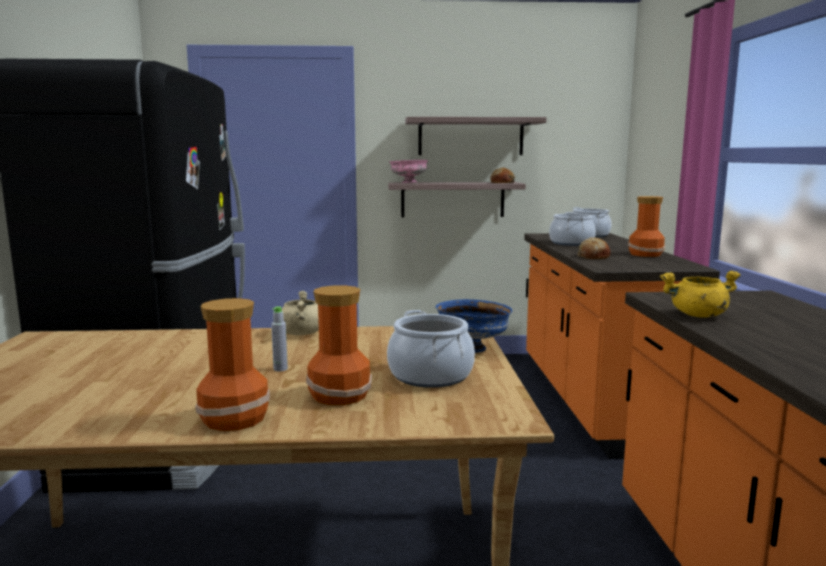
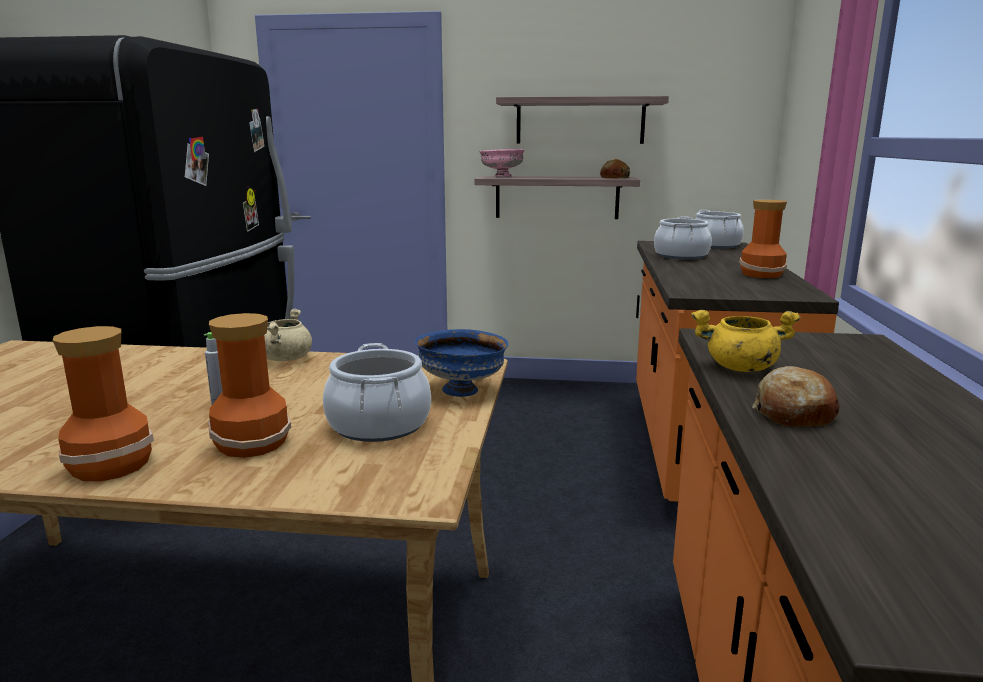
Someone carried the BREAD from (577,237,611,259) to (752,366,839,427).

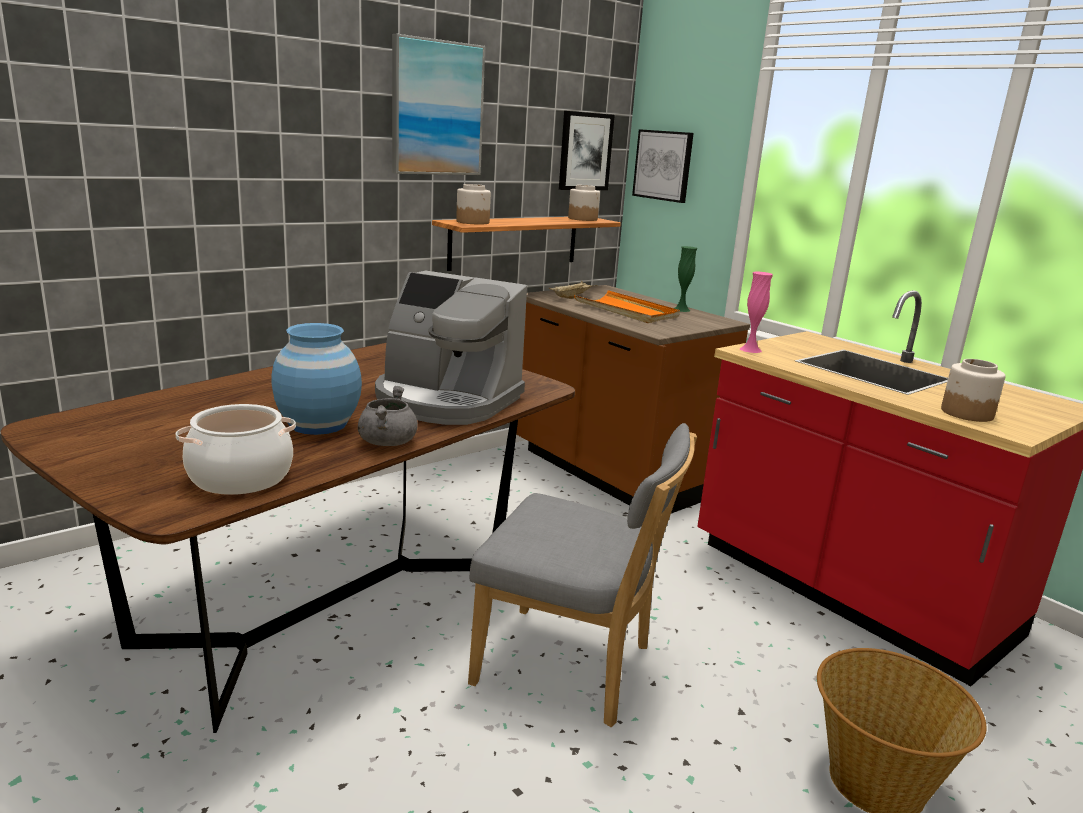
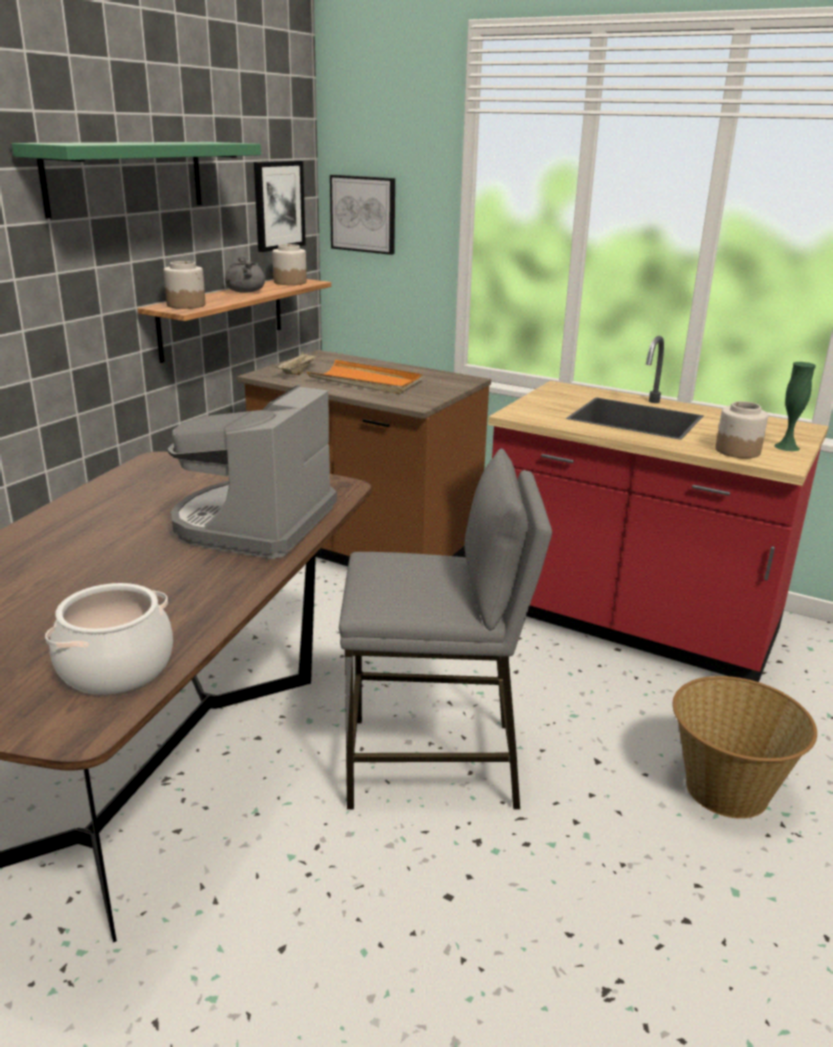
Someone swapped the PICTURE at (392,34,485,175) for the GREEN SHELF at (12,142,261,218). Someone carried the GREEN VASE from (674,246,697,312) to (774,362,816,451). Someone rotated the COFFEE MACHINE at (375,271,527,425) by 105 degrees clockwise. Someone took away the PINK VASE at (740,272,773,353). Someone took away the BLUE VASE at (272,323,362,435). Someone carried the GREY COOKING POT from (358,386,418,446) to (225,255,265,293). Someone swapped the GREY CHAIR at (468,423,697,727) for the GREY STOOL at (339,448,552,810).

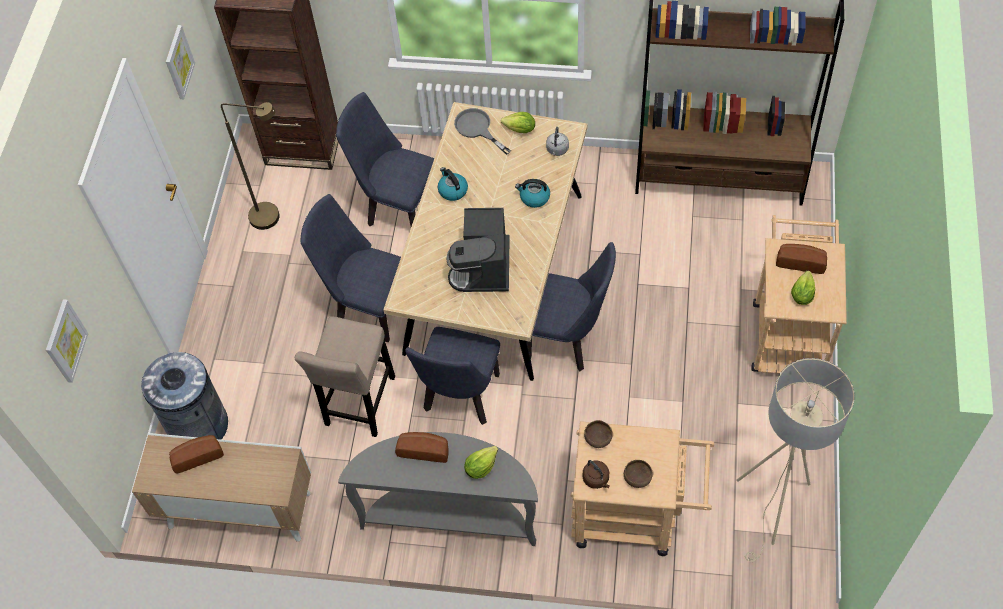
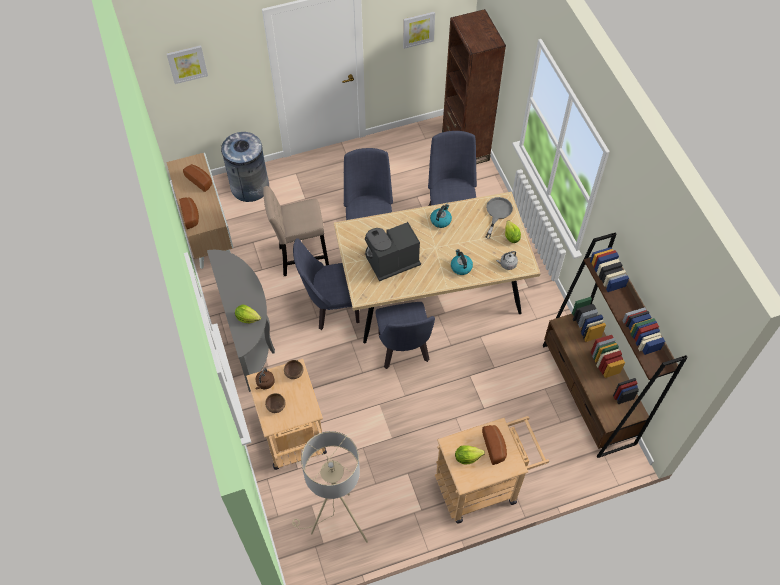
Someone took away the BROWN FLOOR LAMP at (221,102,280,230). Someone carried the BREAD from (395,432,449,463) to (179,197,199,229).

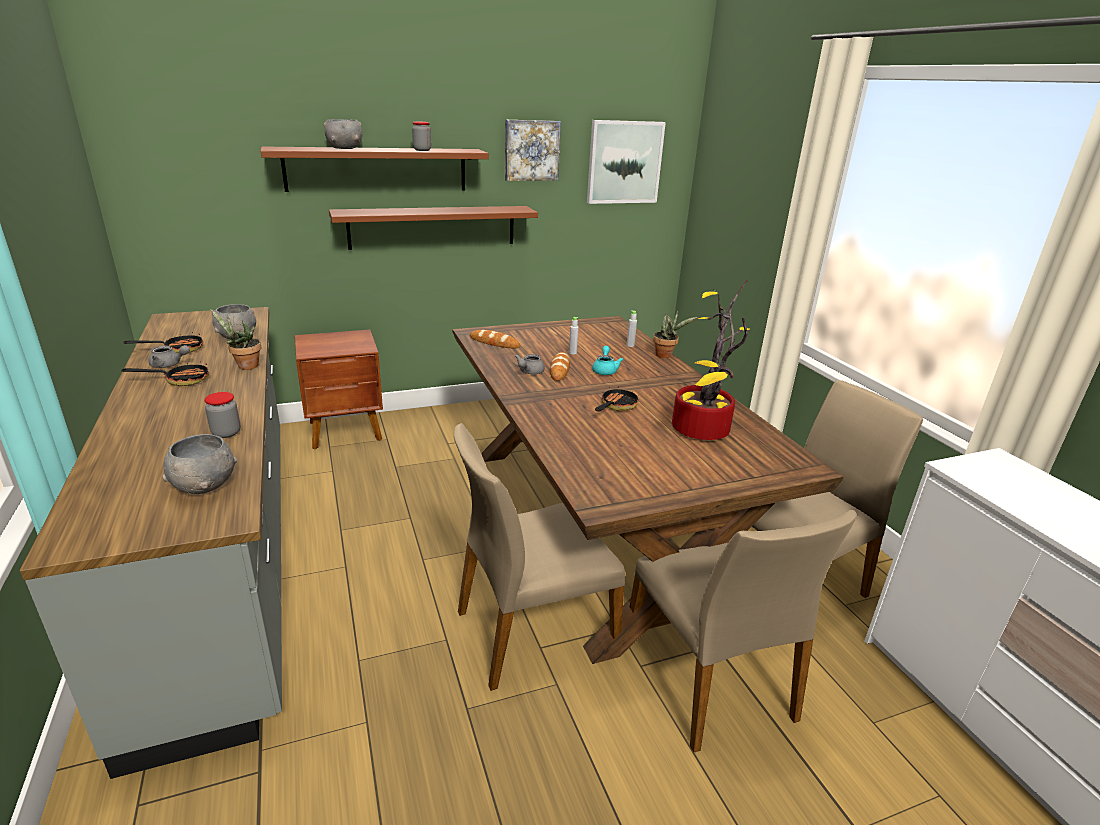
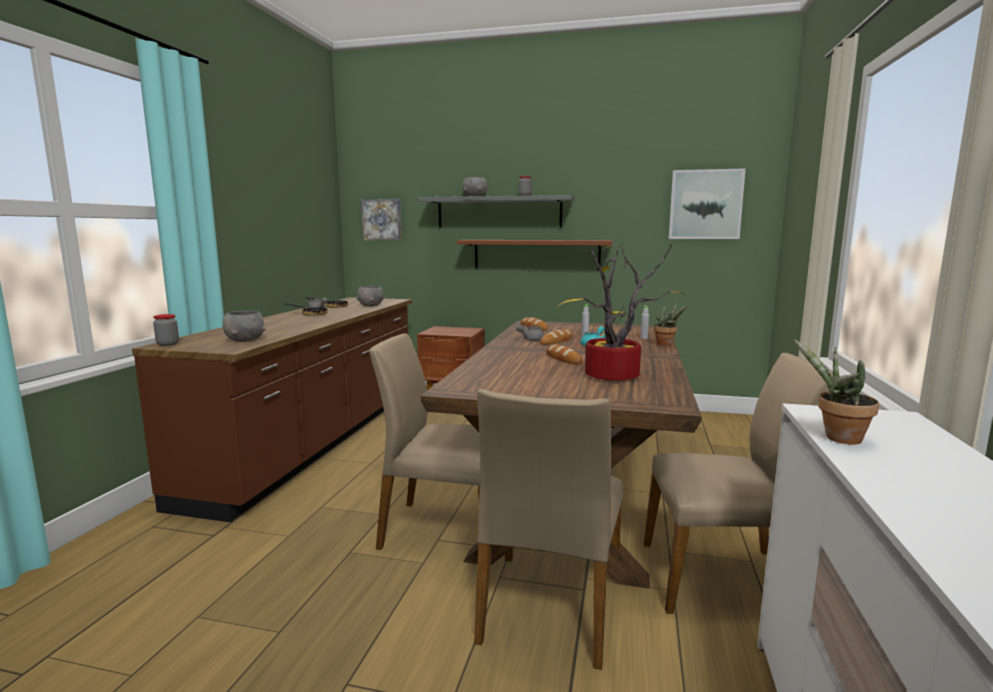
Someone carried the PICTURE from (505,119,561,181) to (361,199,402,241). Someone repainted the BROWN SHELF at (260,146,489,192), which became the GREY SHELF at (419,195,574,228). Someone repainted the GREY COUNTER at (20,307,282,779), which became the BROWN COUNTER at (132,297,412,522). Someone carried the POTTED PLANT from (210,309,261,370) to (794,339,879,445). Someone swapped the FRYING PAN at (595,386,639,411) for the BREAD at (546,345,583,365). Someone carried the JAR from (204,392,240,438) to (153,314,179,346).

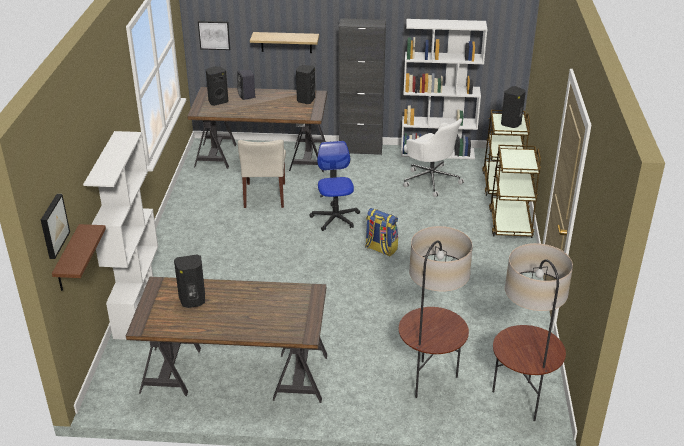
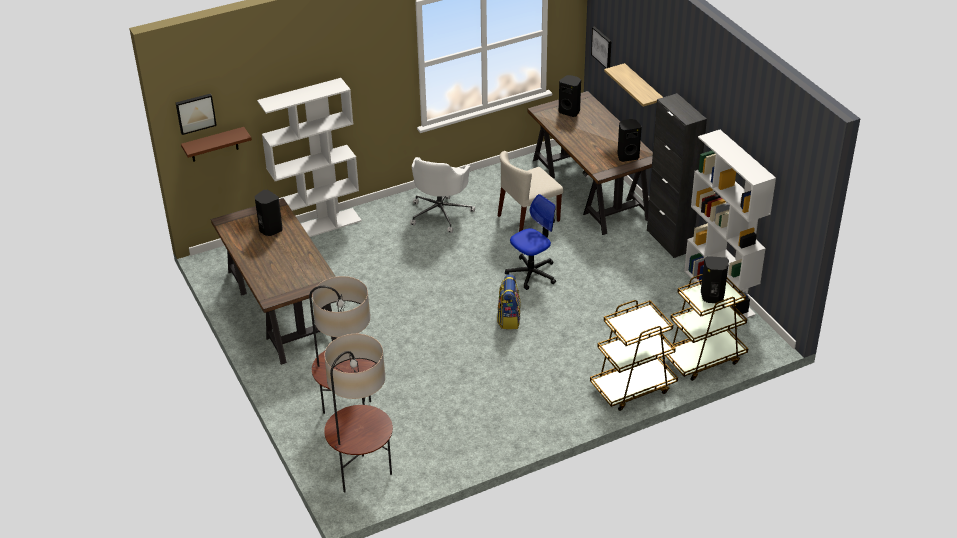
Someone took away the BLACK SPEAKER at (237,69,255,100). Someone carried the WHITE OFFICE CHAIR from (403,118,464,197) to (410,157,475,233).

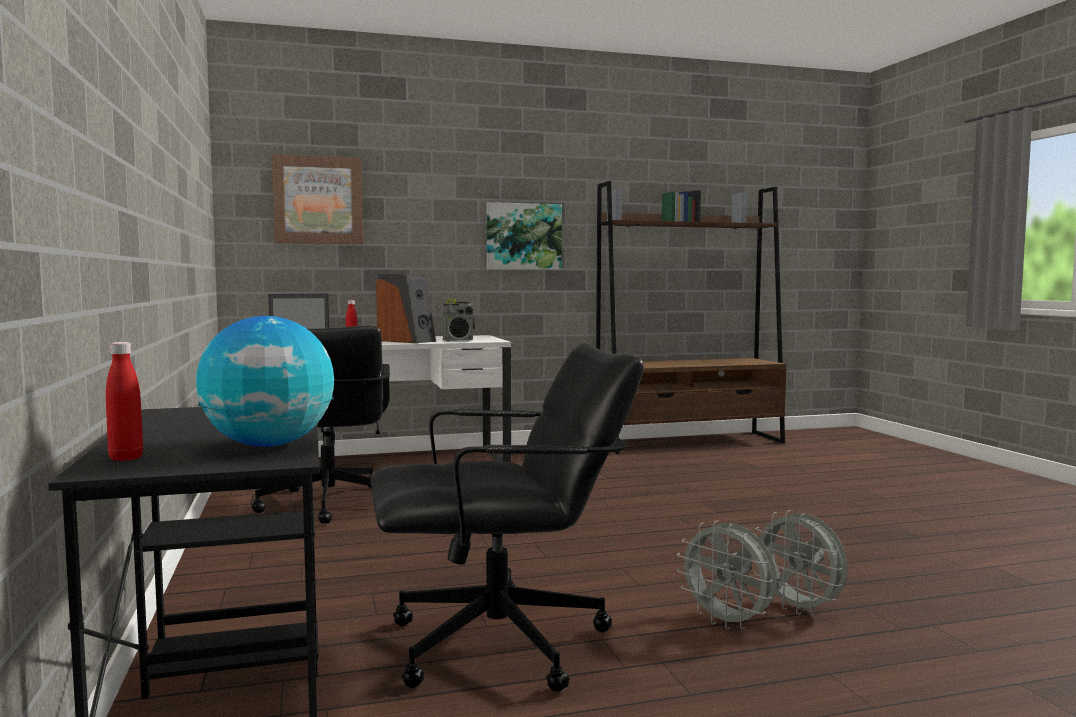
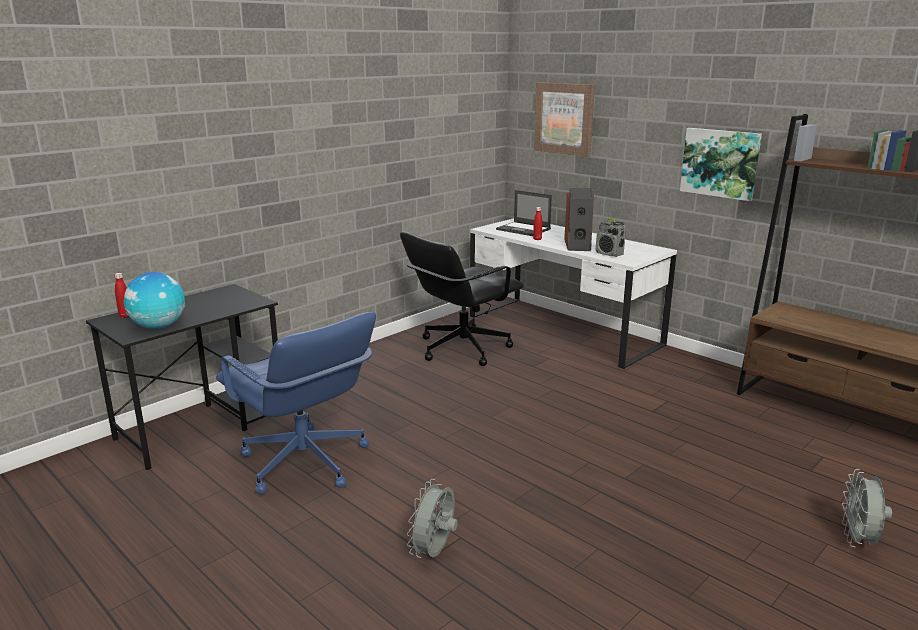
Someone repainted the BLACK OFFICE CHAIR at (371,343,644,692), which became the BLUE OFFICE CHAIR at (216,312,376,494). Someone carried the GREY FAN from (677,520,777,630) to (842,469,892,547).

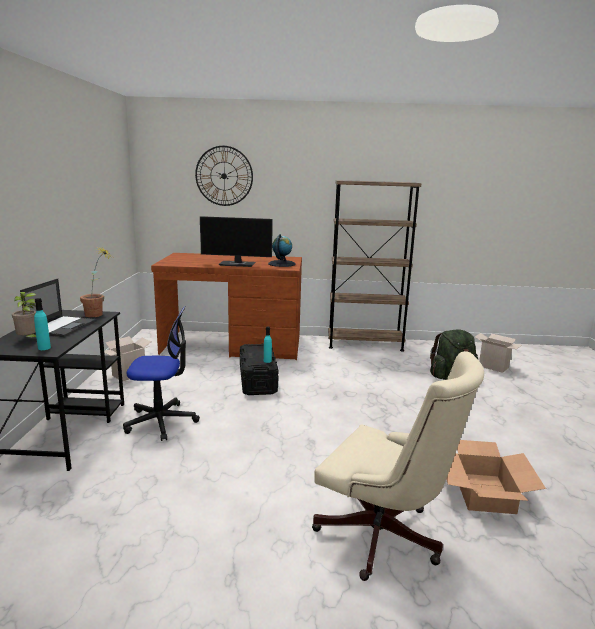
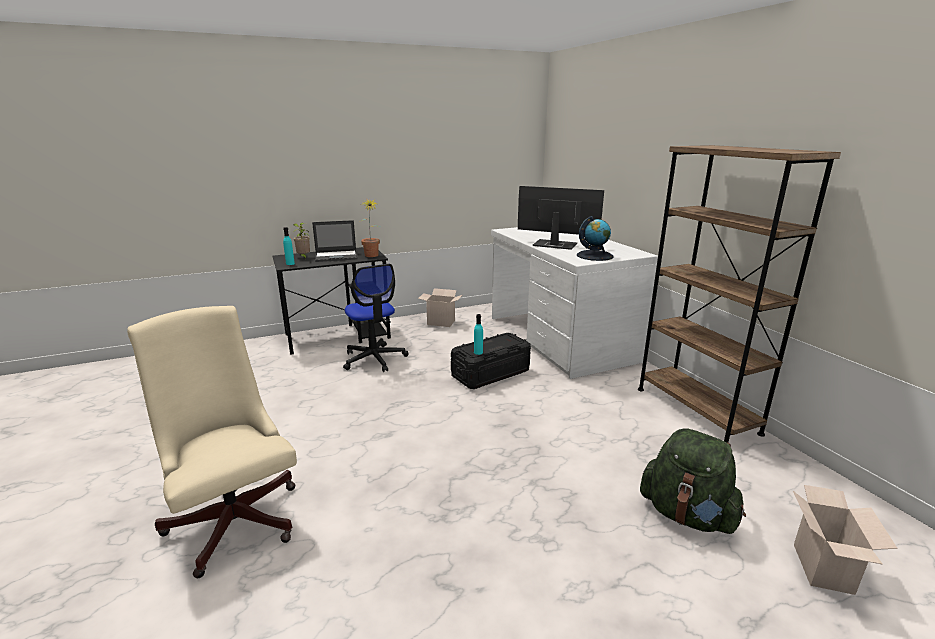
Someone took away the WALL CLOCK at (195,146,253,206). Someone rotated the MONITOR at (200,216,272,267) by 135 degrees clockwise. Someone repainted the BROWN DESK at (151,253,302,360), which became the WHITE DESK at (491,227,658,379). Someone rotated the BEIGE OFFICE CHAIR at (312,351,484,581) by 135 degrees clockwise. Someone took away the CARDBOARD BOX at (446,440,546,514).

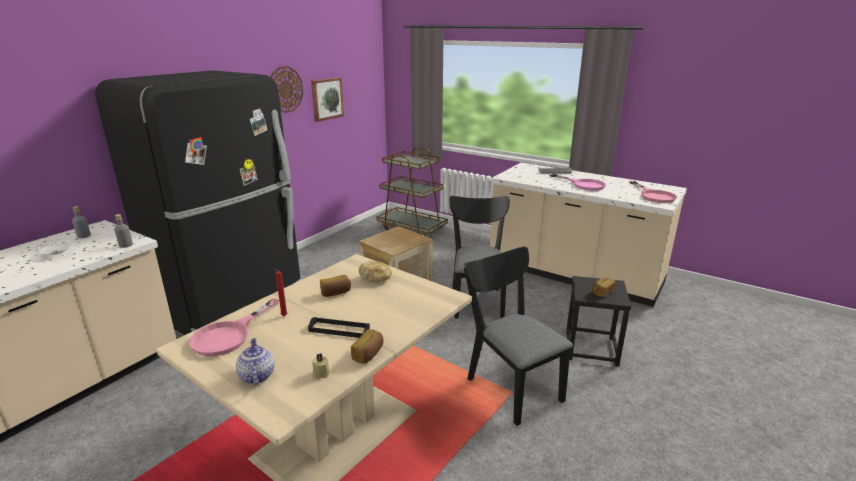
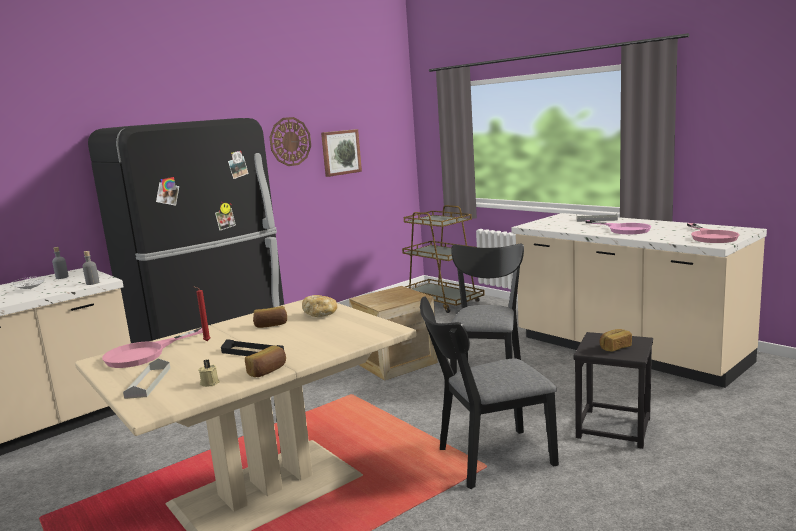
Someone rotated the BLACK CHAIR at (464,246,573,426) by 90 degrees counterclockwise. Someone swapped the TEAPOT at (236,339,274,385) for the GREY TRAY at (123,358,170,399).

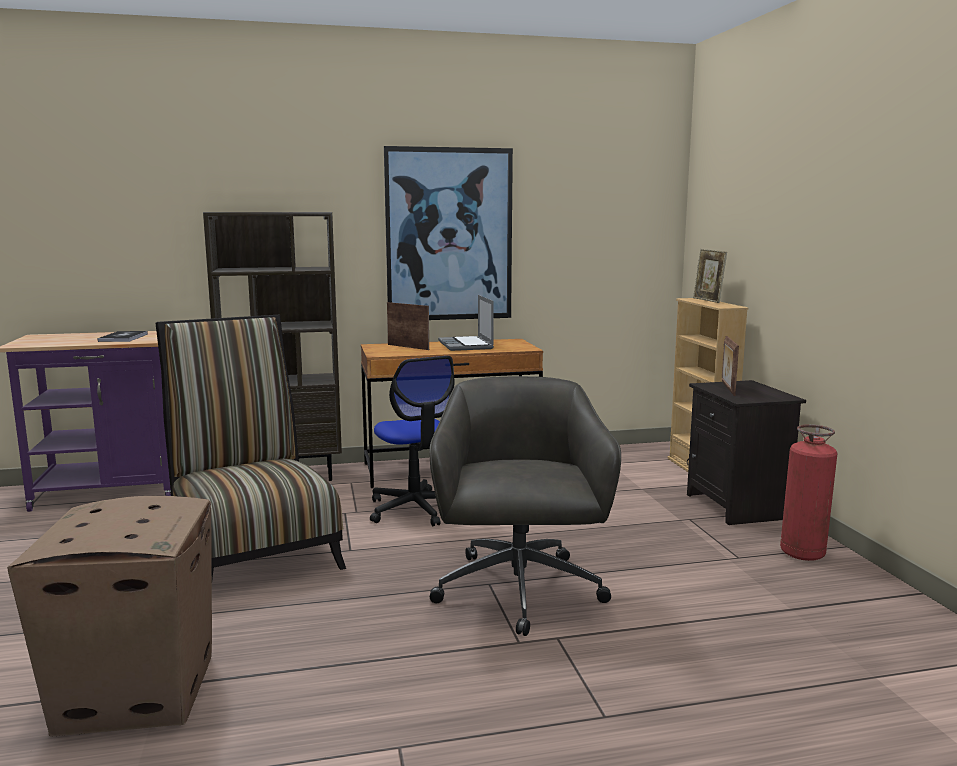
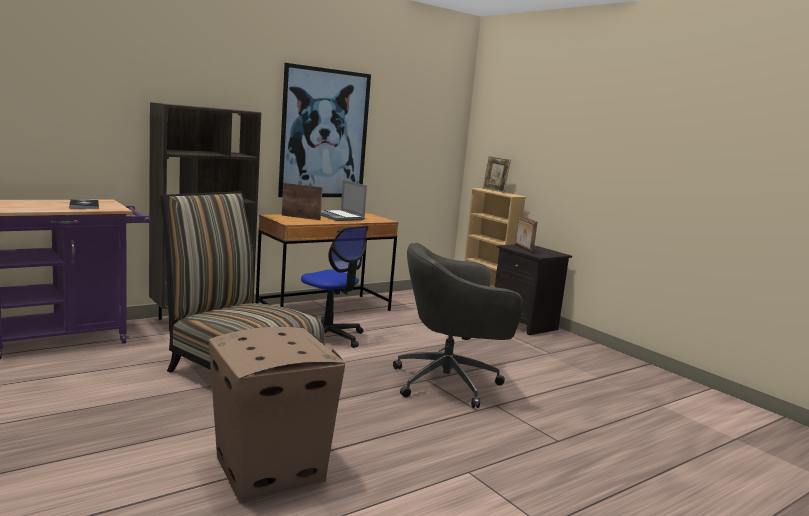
Someone rotated the GREY OFFICE CHAIR at (429,376,621,636) by 75 degrees counterclockwise. Someone took away the FIRE EXTINGUISHER at (780,424,837,561).

